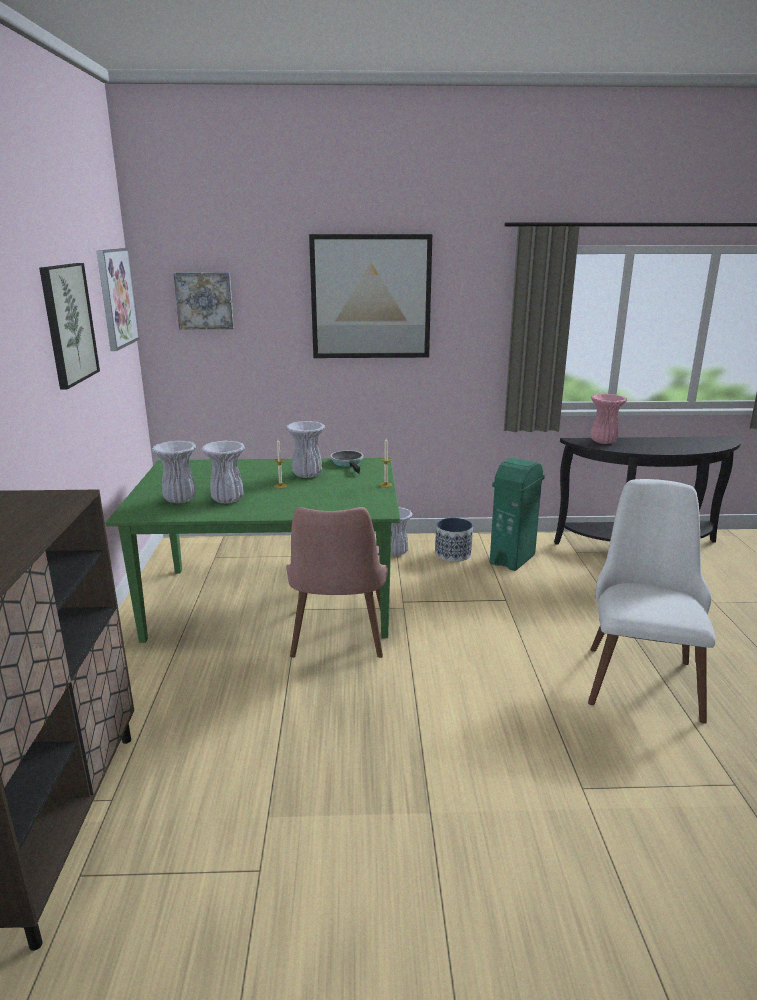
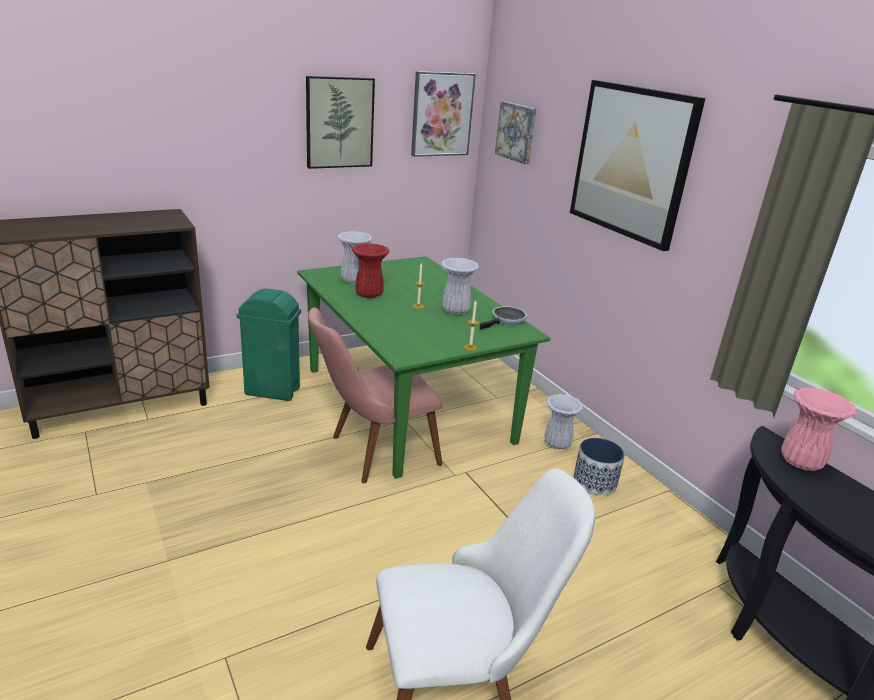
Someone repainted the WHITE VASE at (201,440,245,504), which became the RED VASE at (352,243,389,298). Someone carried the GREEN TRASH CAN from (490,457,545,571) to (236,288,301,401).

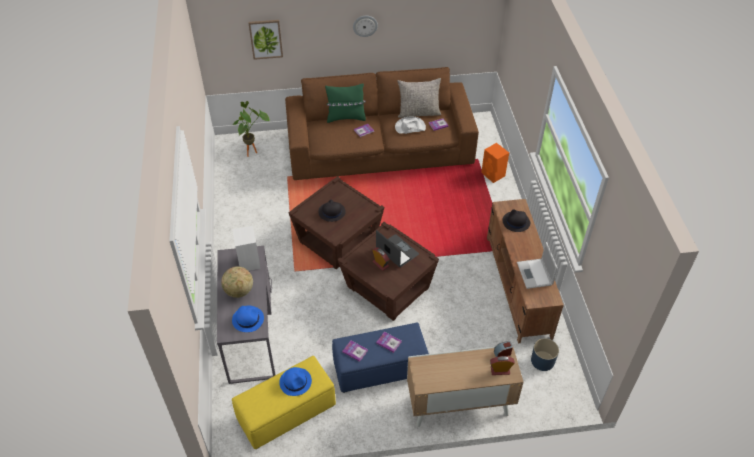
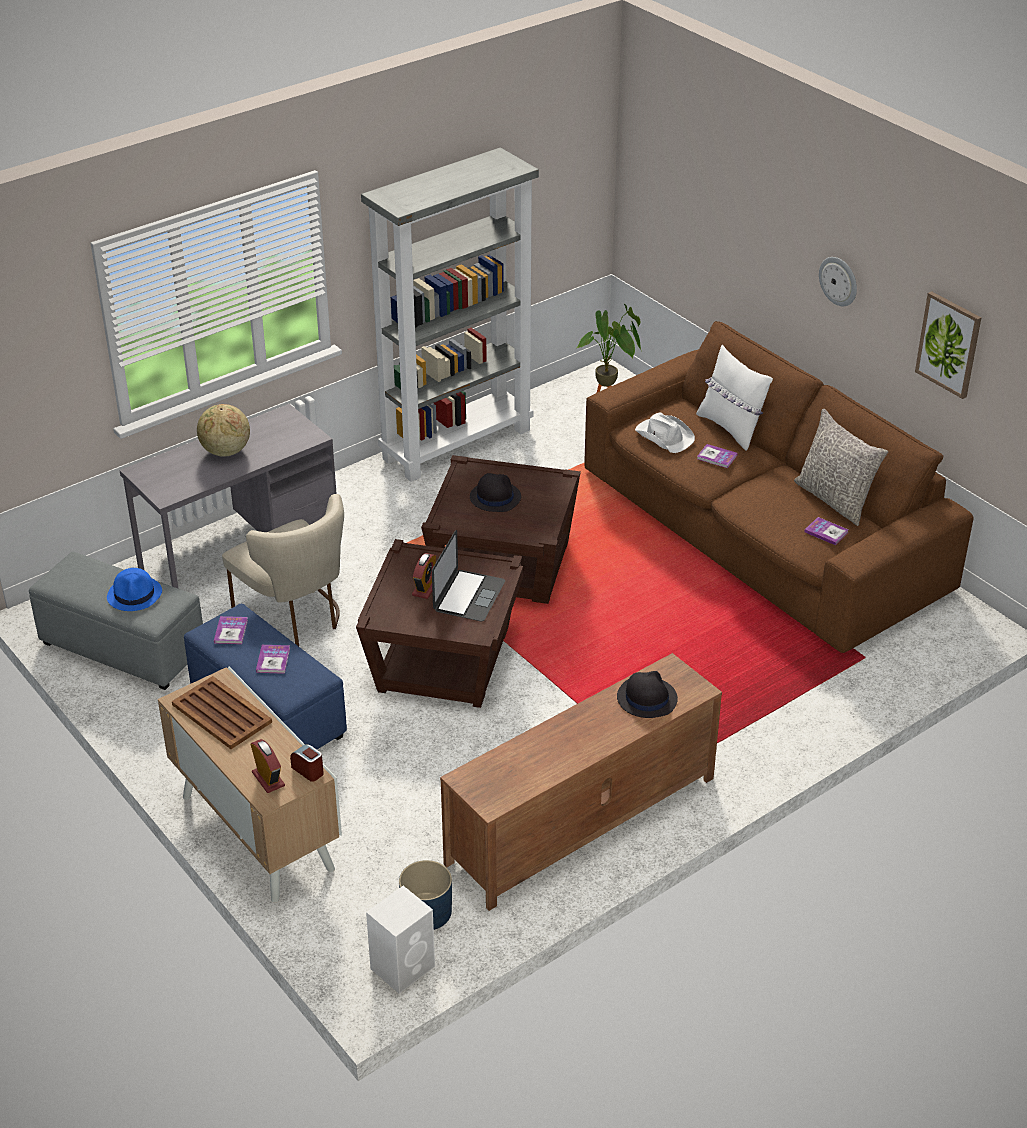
Someone carried the PICTURE from (248,20,283,60) to (915,291,981,399). Someone repainted the GREEN PILLOW at (325,84,366,123), which became the WHITE PILLOW at (696,345,773,451). Someone carried the WHITE HAT from (395,117,426,134) to (635,412,695,453). Someone took away the ORANGE SPEAKER at (481,143,509,183). Someone carried the WHITE SPEAKER from (232,226,261,271) to (366,886,435,994). Someone took away the LAPTOP at (517,242,558,289). Someone took away the BLUE HAT at (232,305,264,332). Someone repainted the YELLOW OTTOMAN at (232,356,336,449), which became the GREY OTTOMAN at (29,552,203,690). Someone put down the GREY BOOKCASE at (361,148,539,482). Someone put down the BEIGE CHAIR at (222,494,344,646). Someone put down the BROWN TRAY at (172,676,272,749).

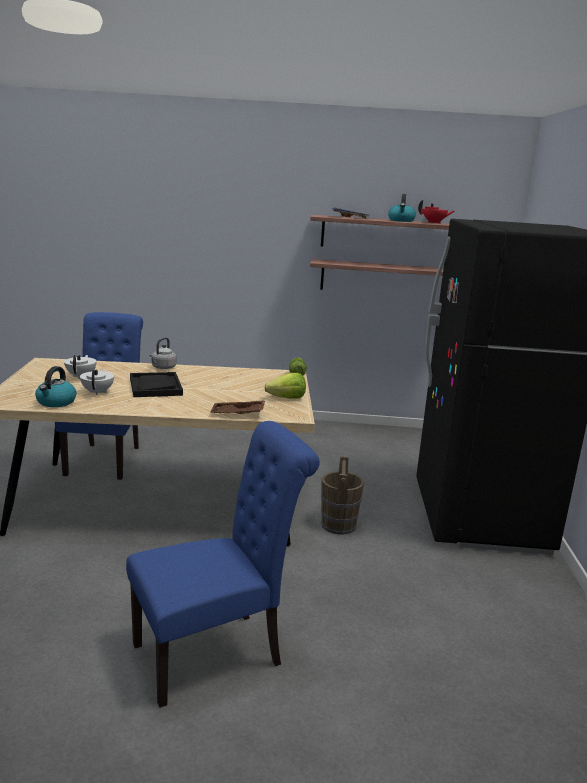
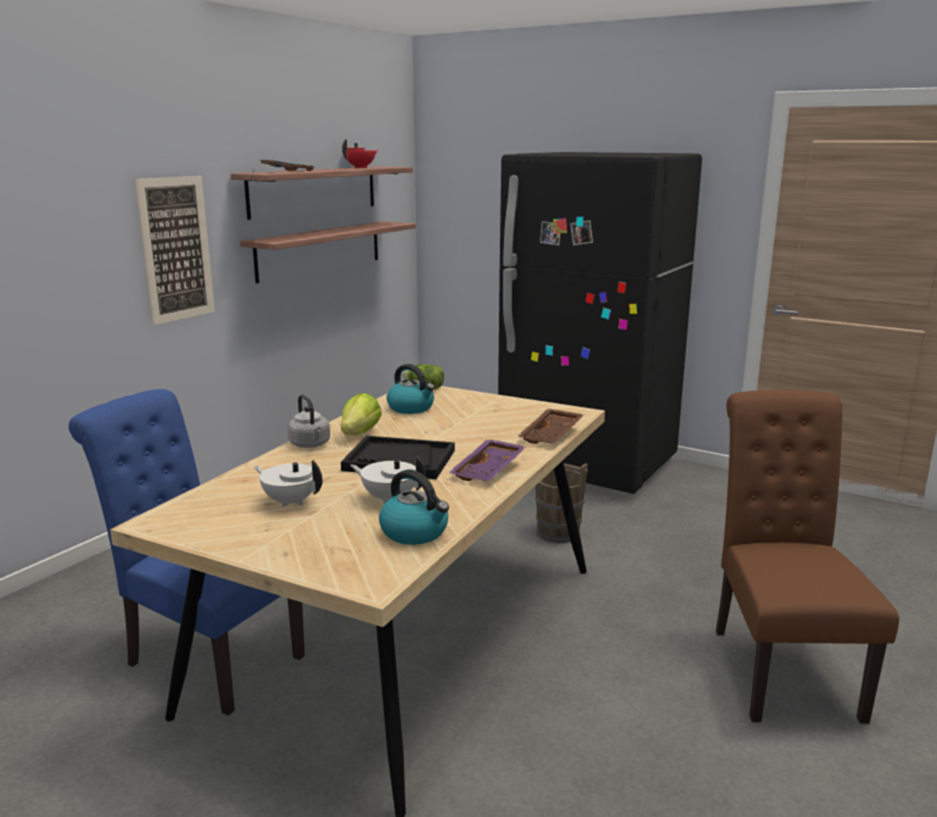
Someone carried the KETTLE from (388,194,416,222) to (387,364,435,414). Someone carried the LETTUCE from (264,373,306,399) to (341,393,382,435). Someone repainted the BLUE CHAIR at (126,421,320,708), which became the BROWN CHAIR at (716,390,899,724). Someone put up the PICTURE at (134,176,215,325). Someone put down the PURPLE TRAY at (448,439,527,481).

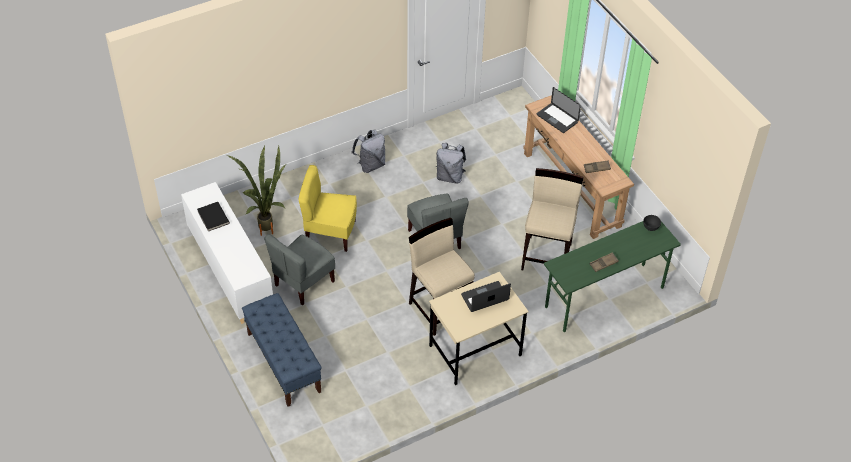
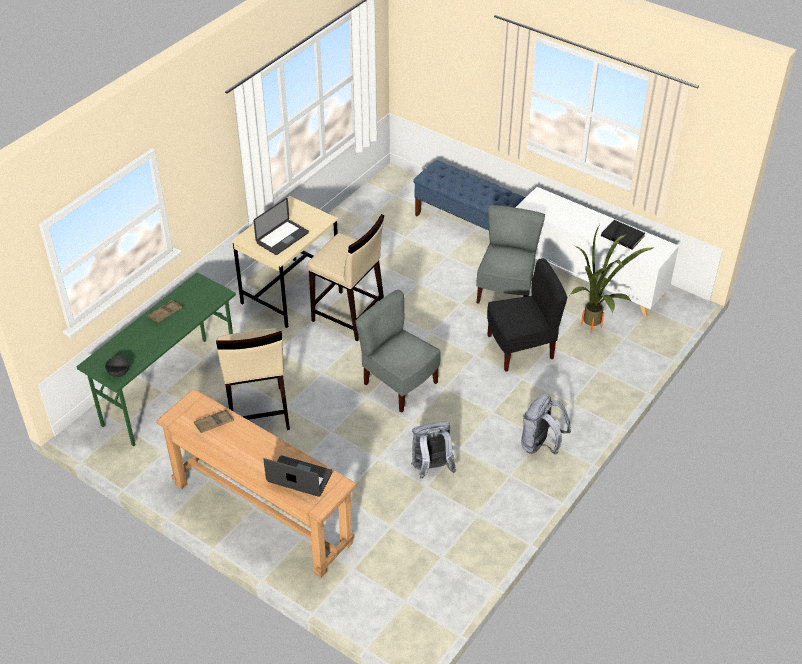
Someone repainted the YELLOW CHAIR at (299,165,357,252), which became the BLACK CHAIR at (487,258,567,372).

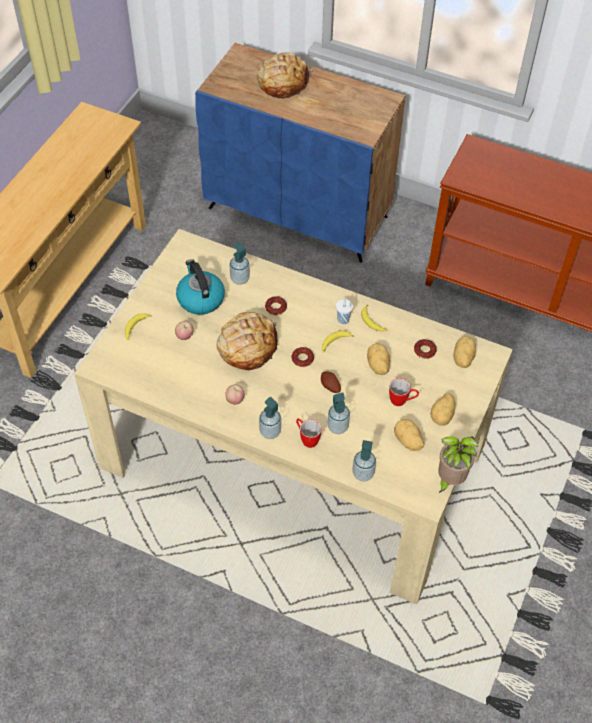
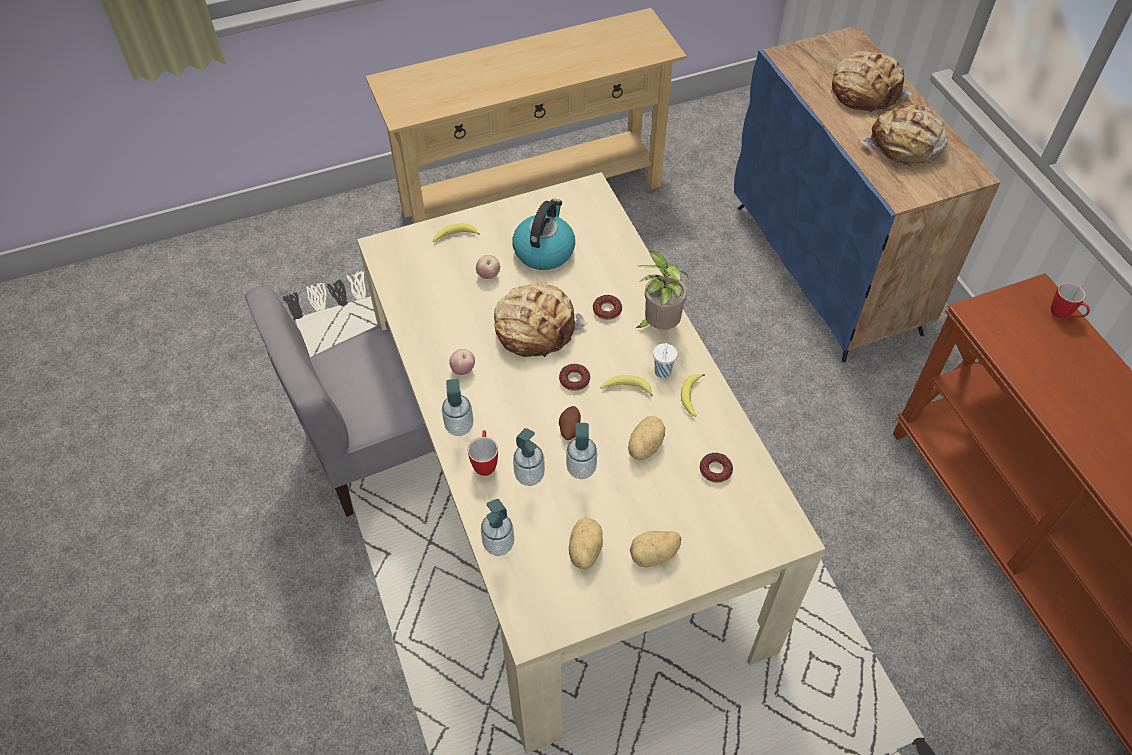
Someone carried the SOAP DISPENSER from (229,242,250,285) to (566,423,597,479). Someone took away the POTATO at (453,336,476,368). Someone carried the MUG from (389,378,419,406) to (1051,282,1090,319). Someone carried the POTTED PLANT from (438,436,479,493) to (636,251,689,330). Someone put down the BREAD at (861,104,948,167). Someone put down the GREY CHAIR at (245,286,435,517).

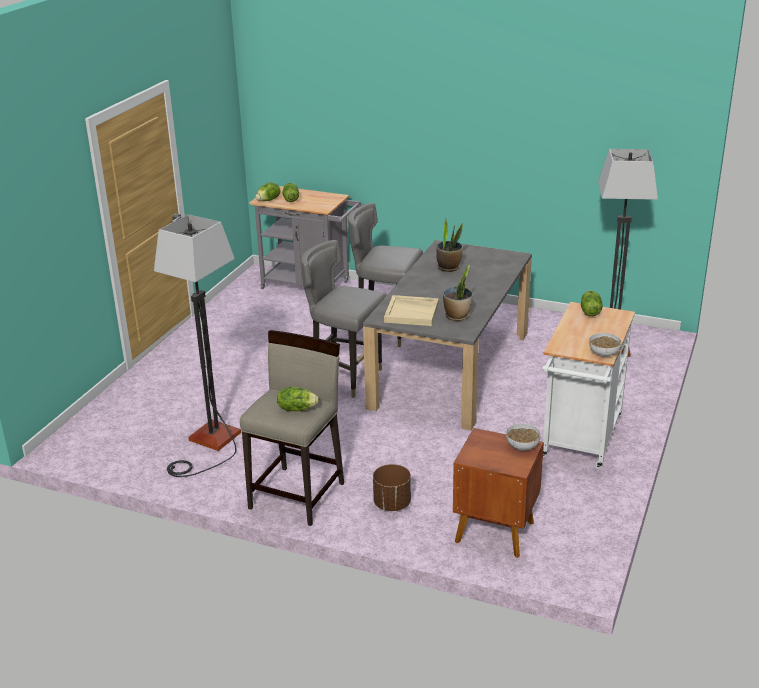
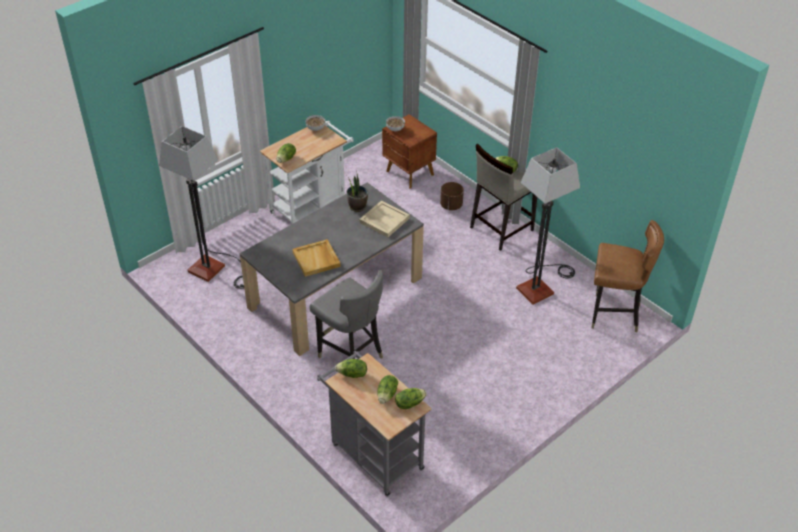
Someone swapped the POTTED PLANT at (436,218,463,272) for the BEIGE TRAY at (293,239,341,277). Someone took away the GREY CHAIR at (301,240,387,398). Someone put down the BROWN CHAIR at (592,220,664,332). Someone put down the LETTUCE at (335,359,367,378).

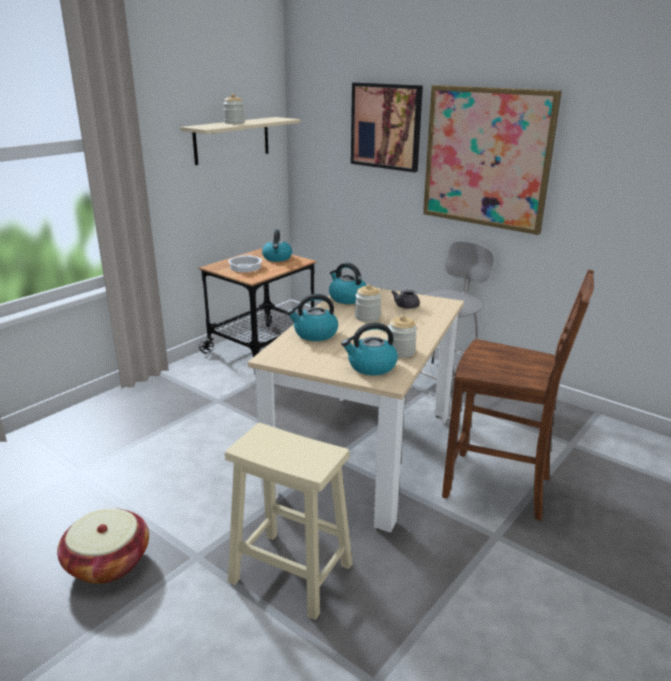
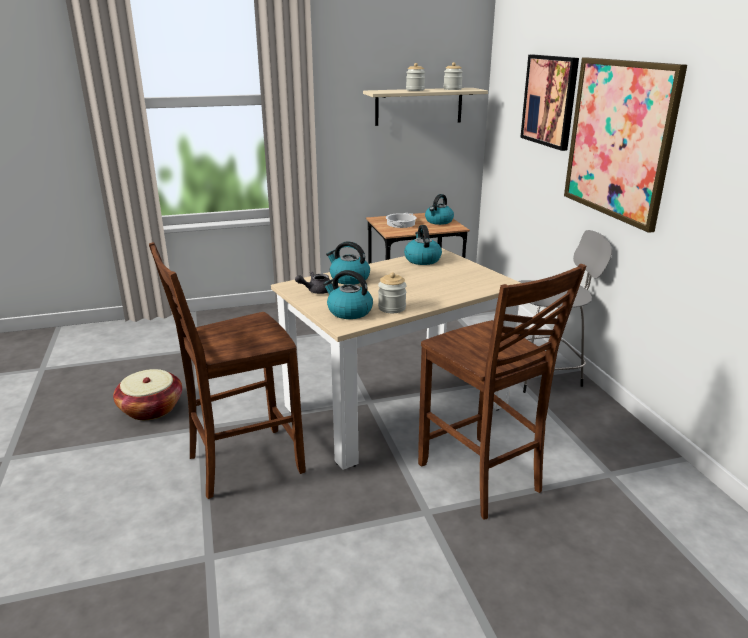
Someone carried the JAR from (355,284,381,322) to (444,62,463,90). Someone carried the GREY TEAPOT from (391,290,420,309) to (295,271,333,294). Someone swapped the BEIGE STOOL at (225,423,352,620) for the BROWN CHAIR at (149,242,306,499).

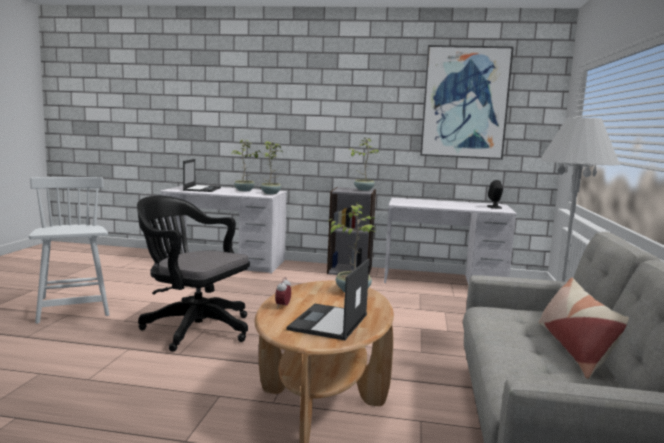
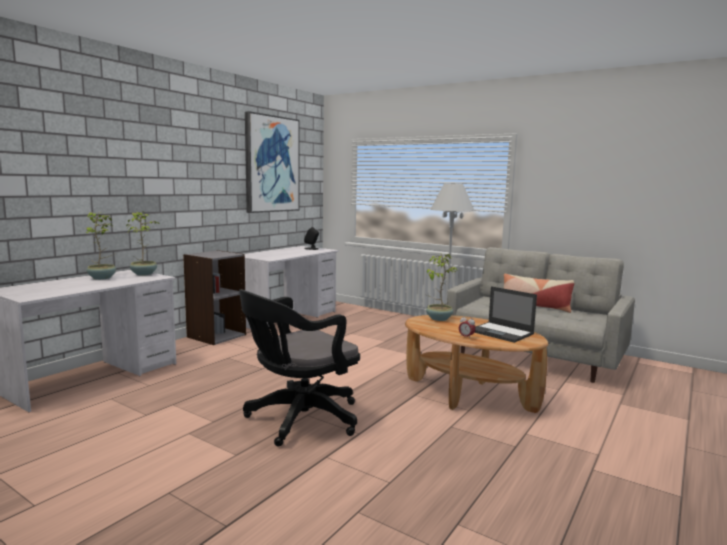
Someone took away the POTTED PLANT at (348,138,379,191). Someone took away the LAPTOP at (183,159,221,192). Someone took away the WHITE CHAIR at (29,177,110,324).

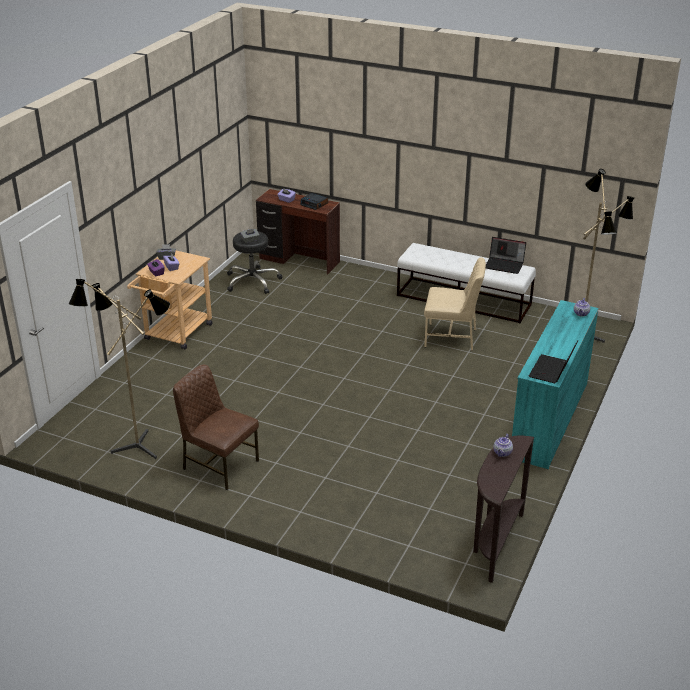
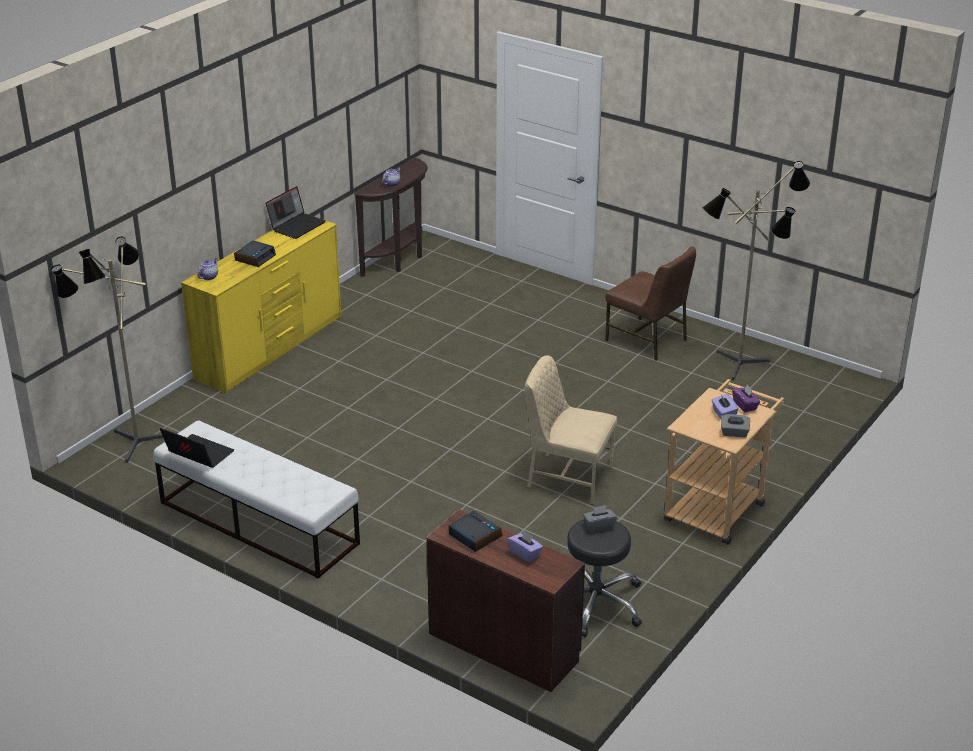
Someone carried the BEIGE CHAIR from (424,257,486,351) to (525,355,618,505). Someone repainted the TURQUOISE DRESSER at (512,300,599,469), which became the YELLOW DRESSER at (181,220,342,394). Someone put down the ALARM CLOCK at (234,240,276,267).

